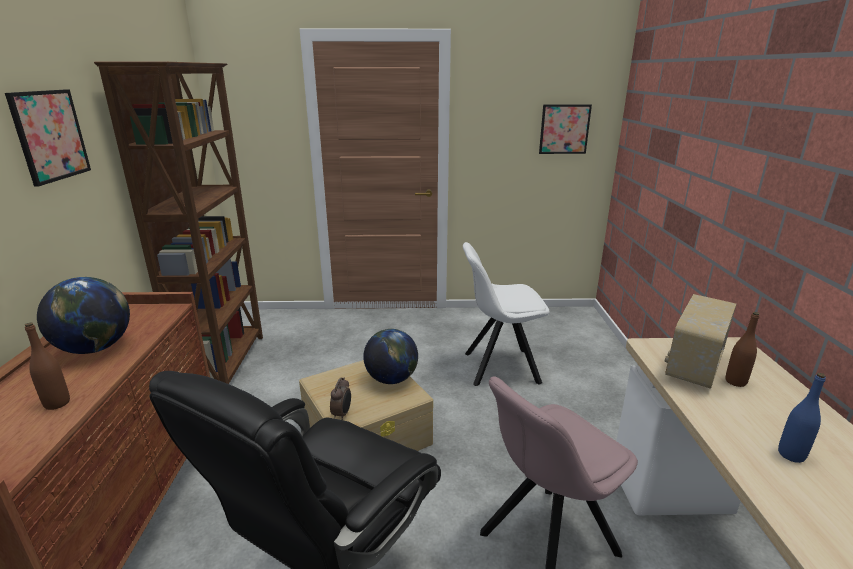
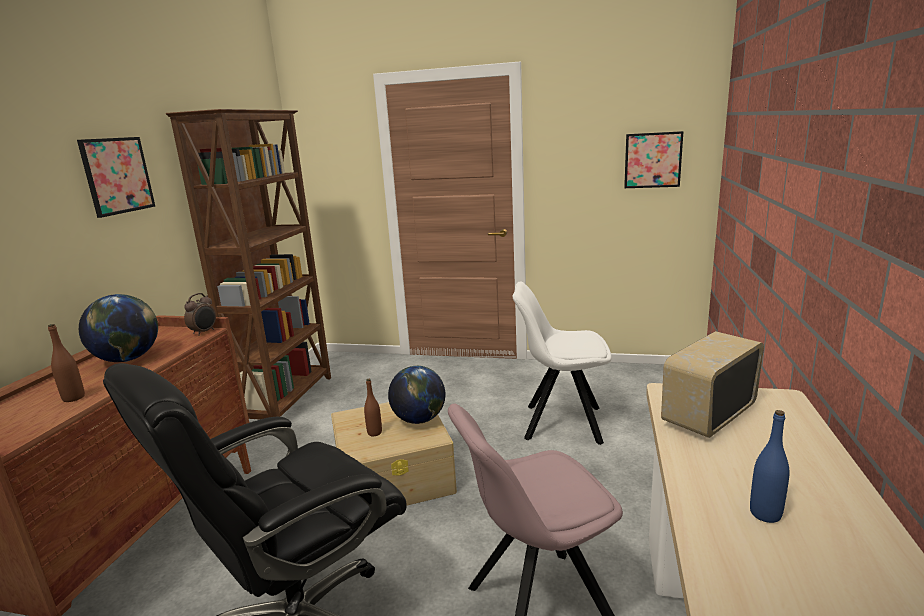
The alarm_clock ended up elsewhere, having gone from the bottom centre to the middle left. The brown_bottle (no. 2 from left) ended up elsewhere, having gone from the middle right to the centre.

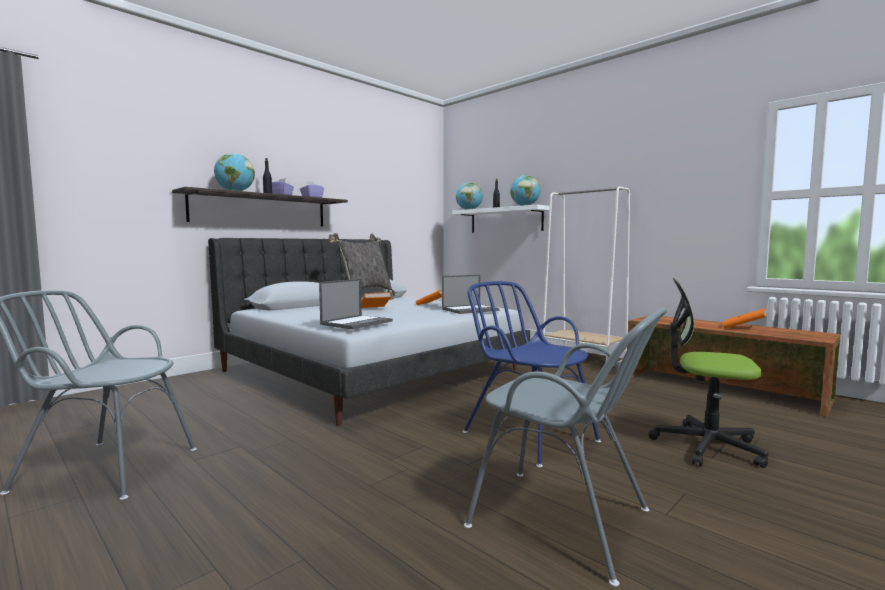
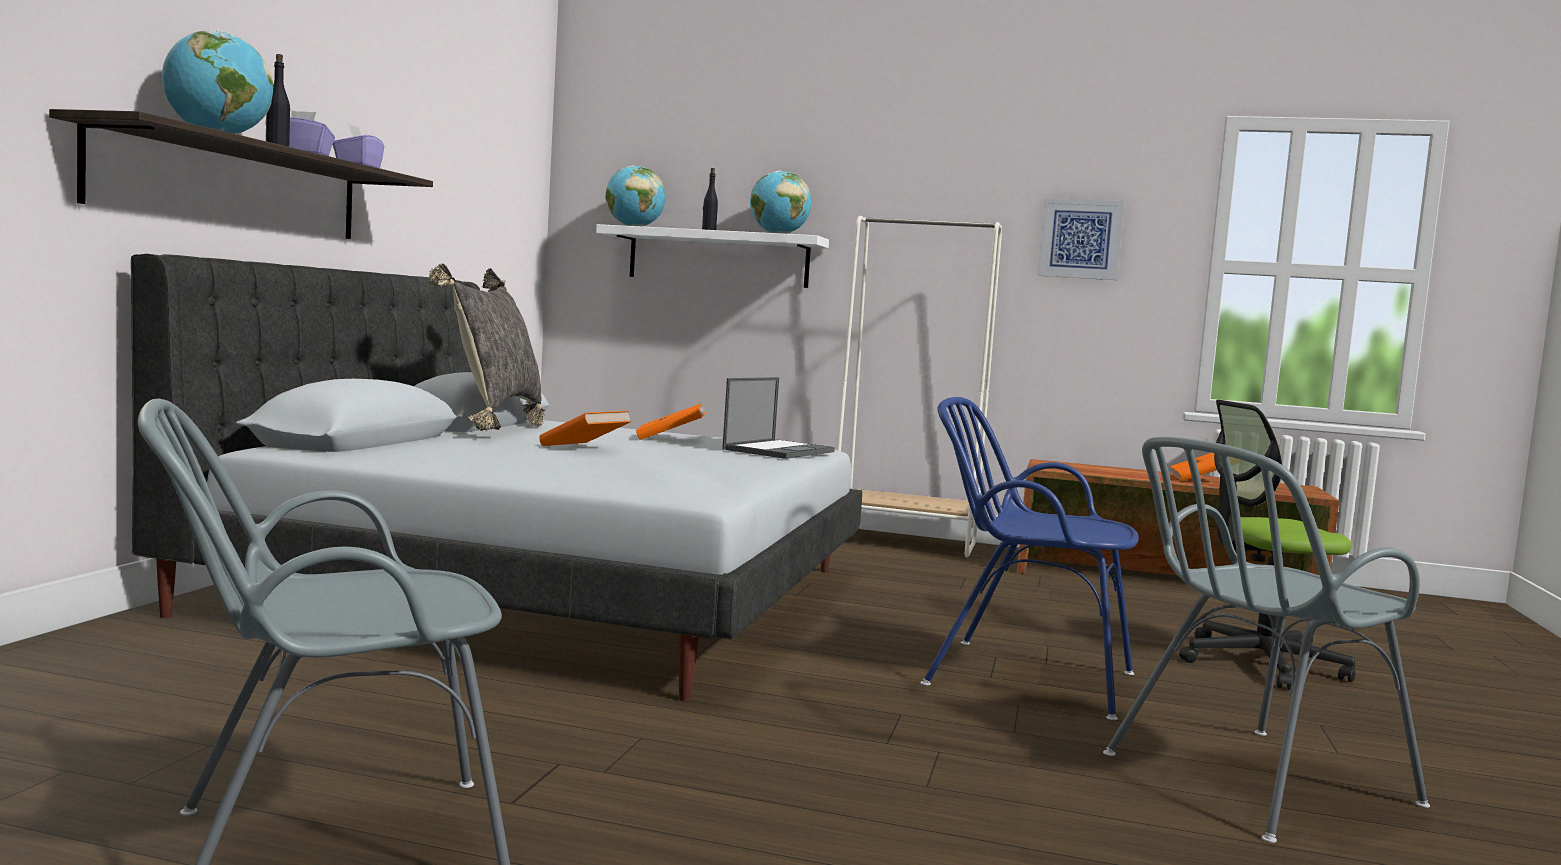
The second view lost the laptop (no. 1 from left) at the centre. The second view gained the picture at the top right. The grey_chair (no. 2 from left) at the bottom centre ended up facing another way, 150 degrees clockwise from before.

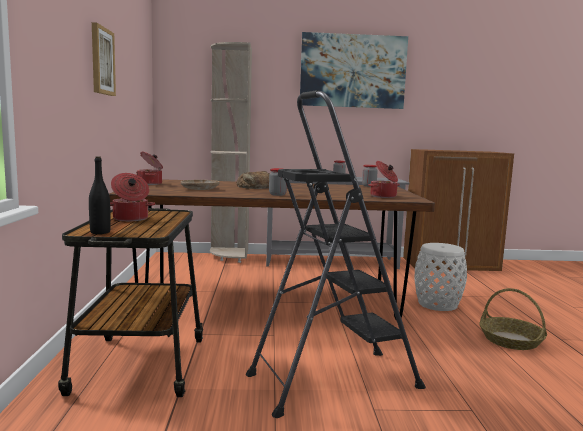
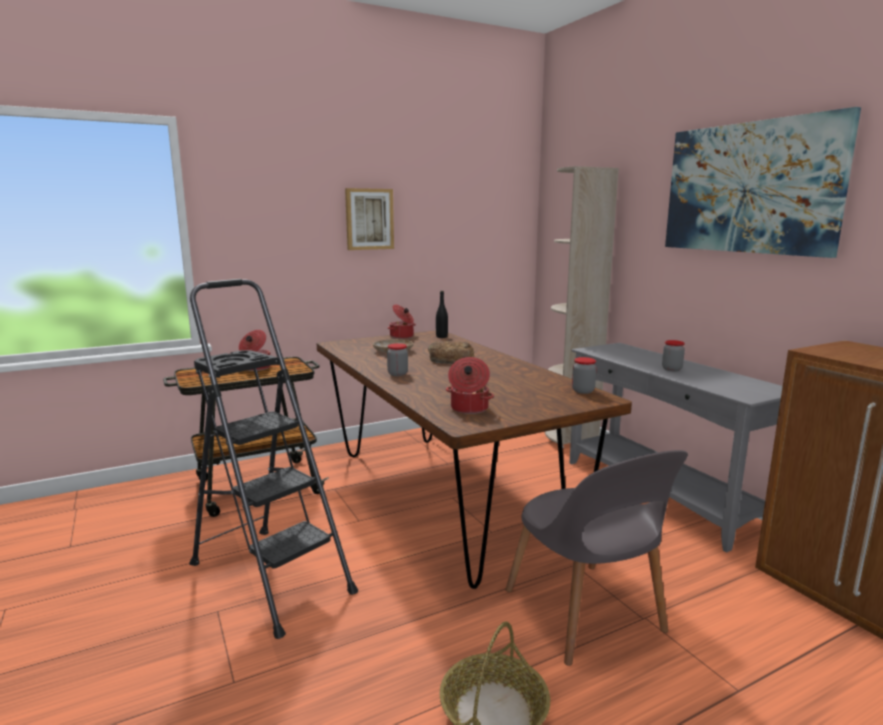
The black_bottle ended up elsewhere, having gone from the middle left to the centre. Where the white_stool stood at the middle right, the grey_chair came to stand at the bottom right.

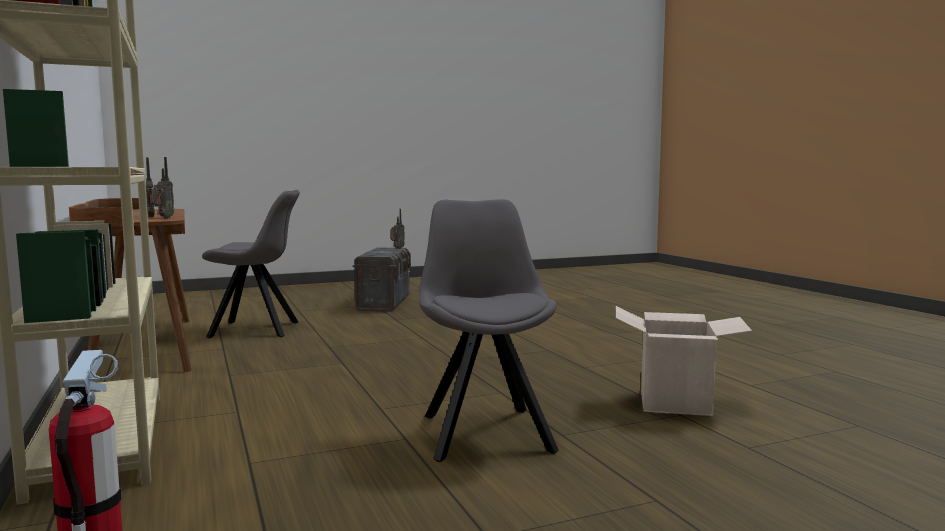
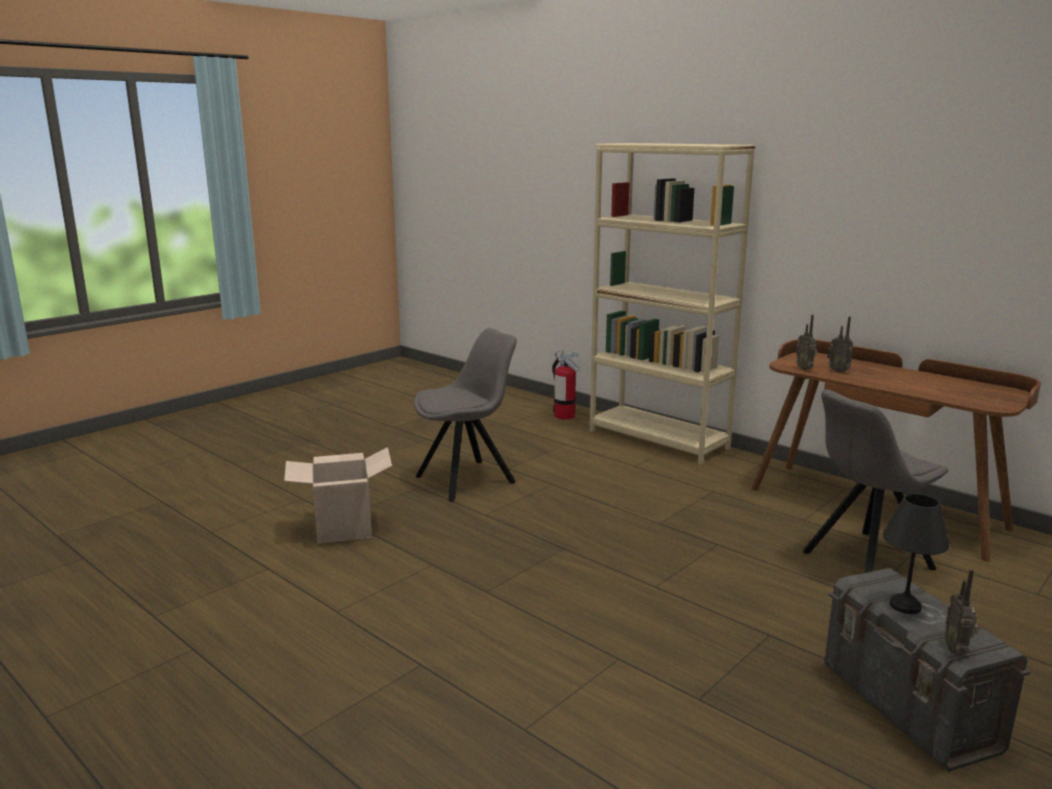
The second view gained the black_table_lamp at the bottom right. The grey_chair (no. 2 from left in the first image) at the centre ended up facing another way, 90 degrees counterclockwise from before.

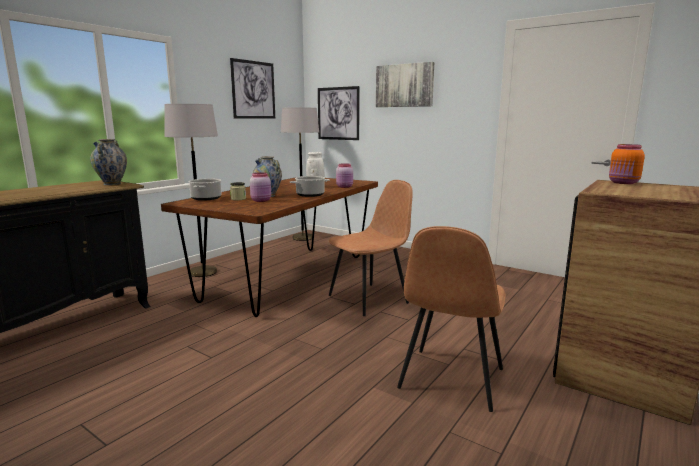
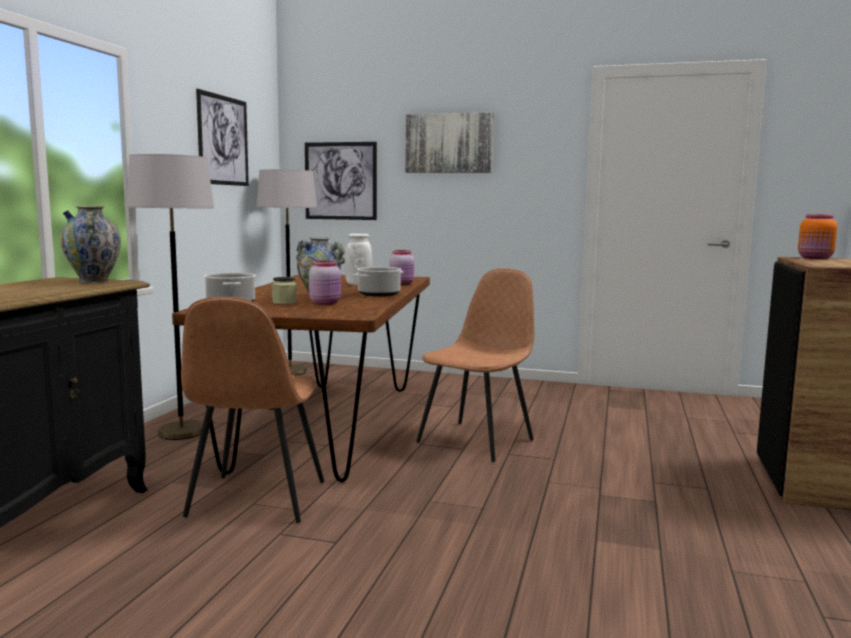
The brown_chair (no. 2 from left in the first image) ended up elsewhere, having gone from the bottom centre to the middle left.

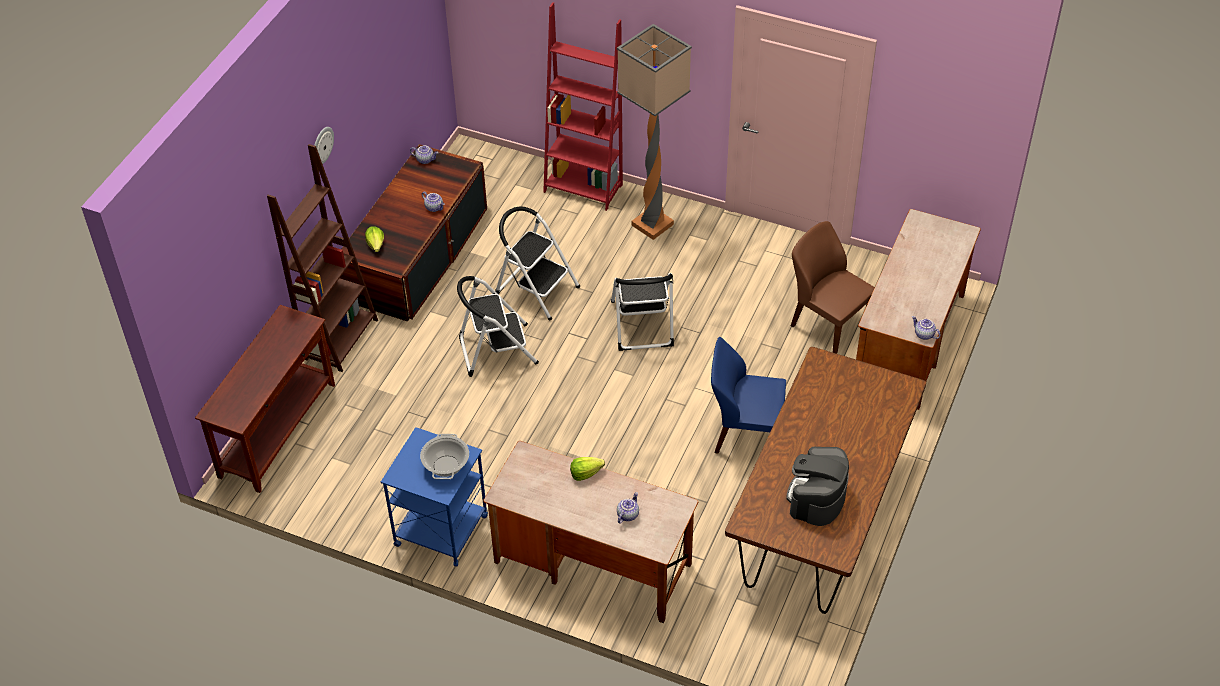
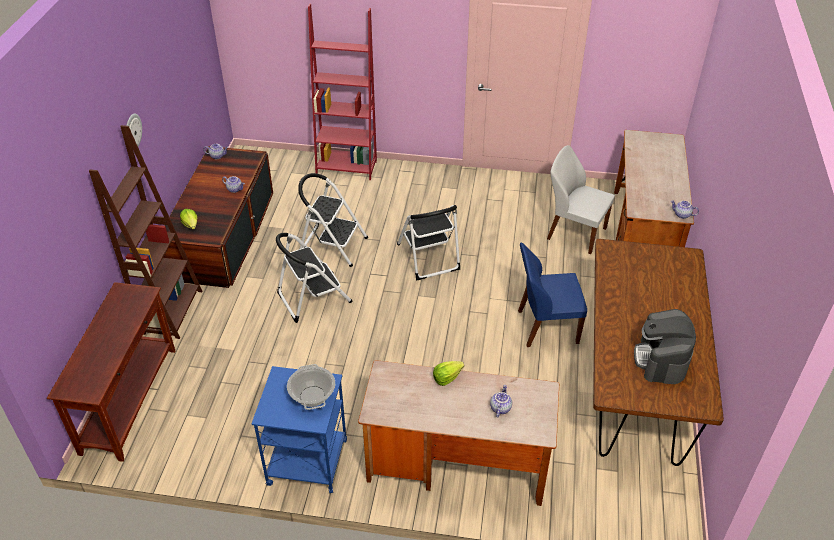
The second view lost the floor_lamp at the top centre. What was the brown_chair at the middle right turned into the white_chair at the middle right.

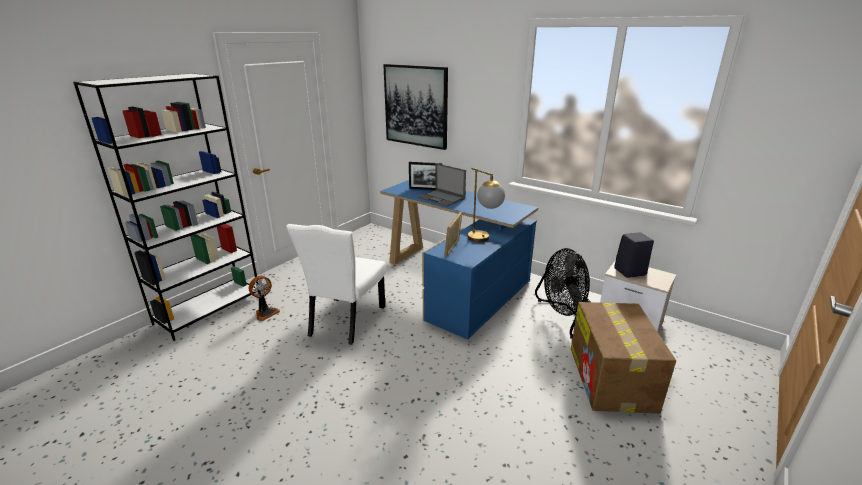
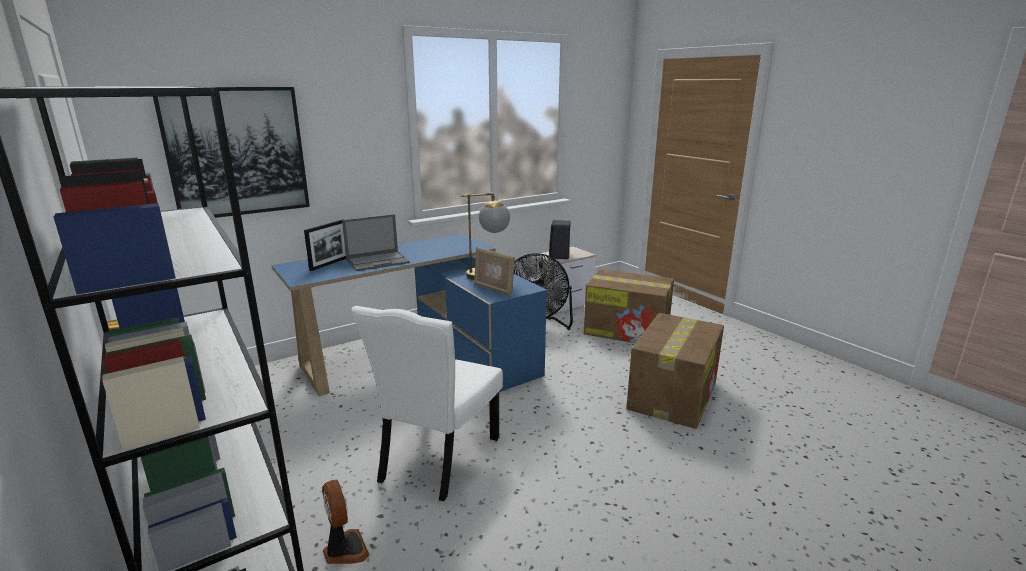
The second view gained the cardboard_box (no. 2 from left) at the centre. The white_chair at the centre ended up facing another way, 75 degrees clockwise from before.

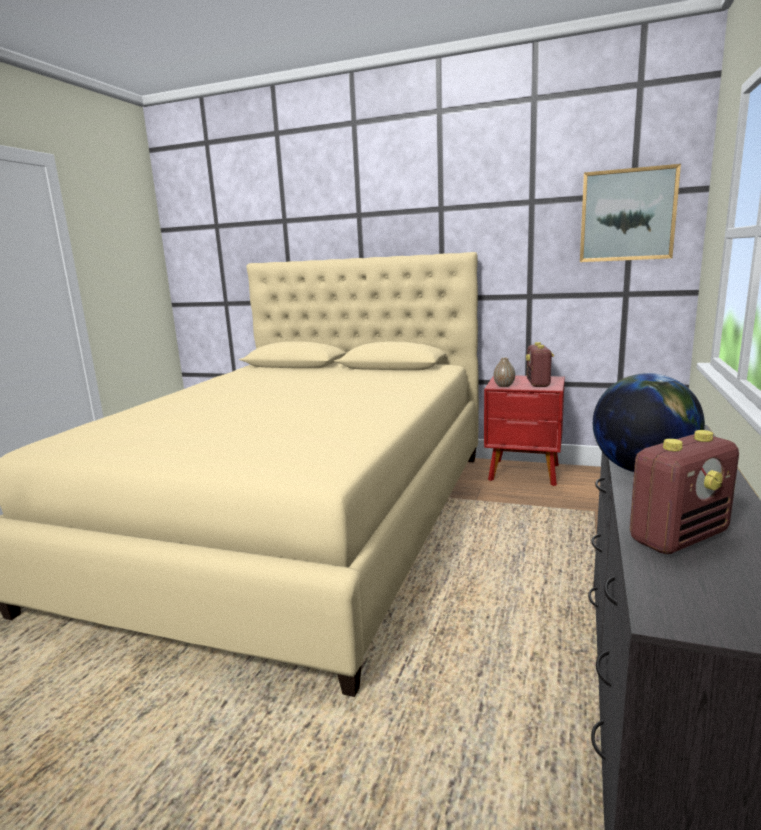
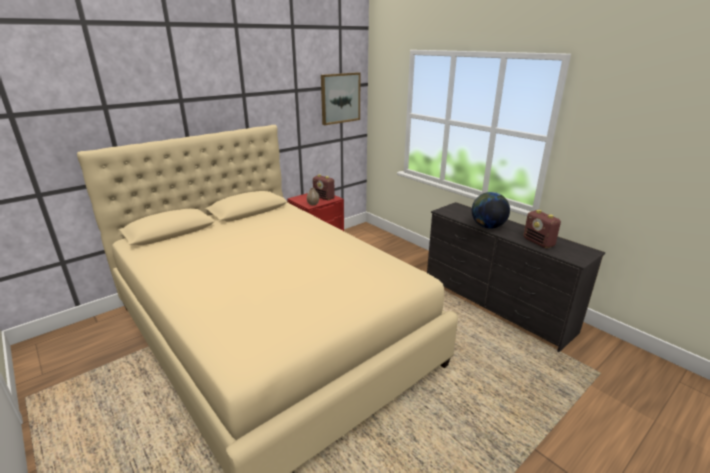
The radio (no. 2 from left) at the middle right ended up facing another way, 150 degrees clockwise from before.

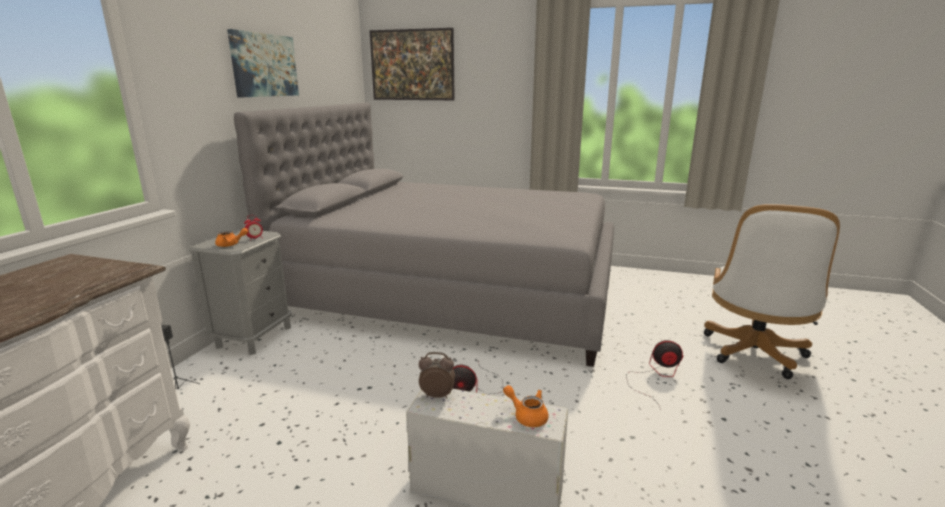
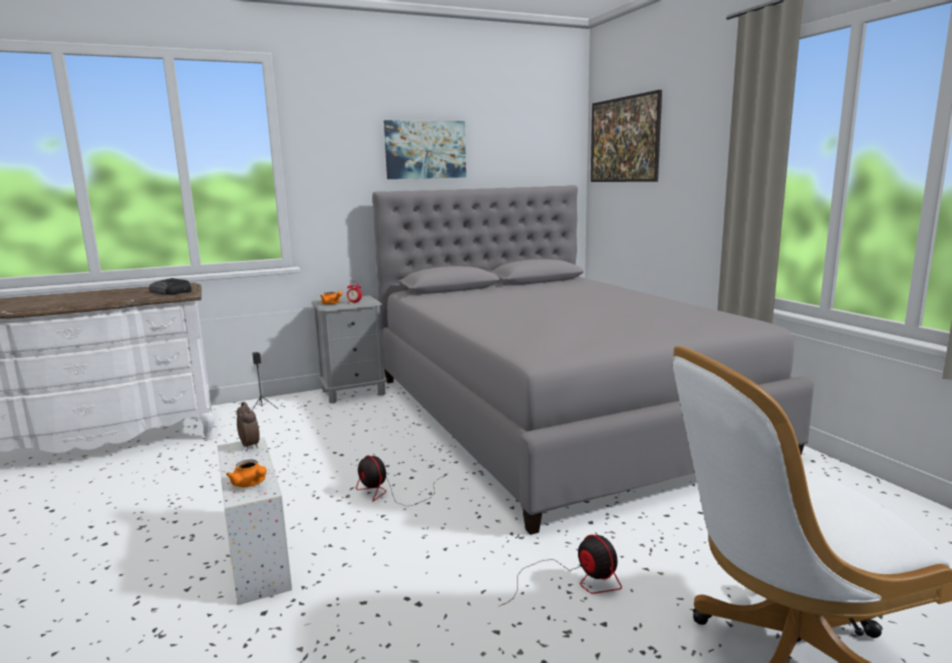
The second view gained the radio at the middle left. The orange_teapot (no. 2 from left in the first image) at the bottom centre ended up facing another way, 135 degrees clockwise from before.

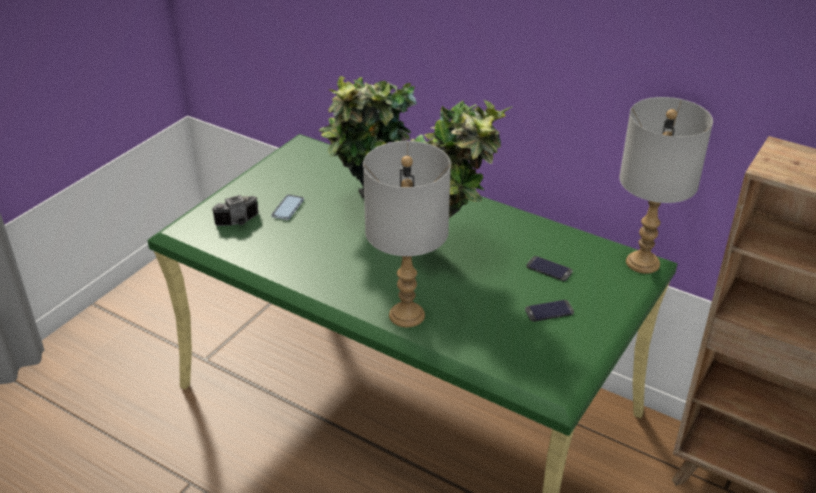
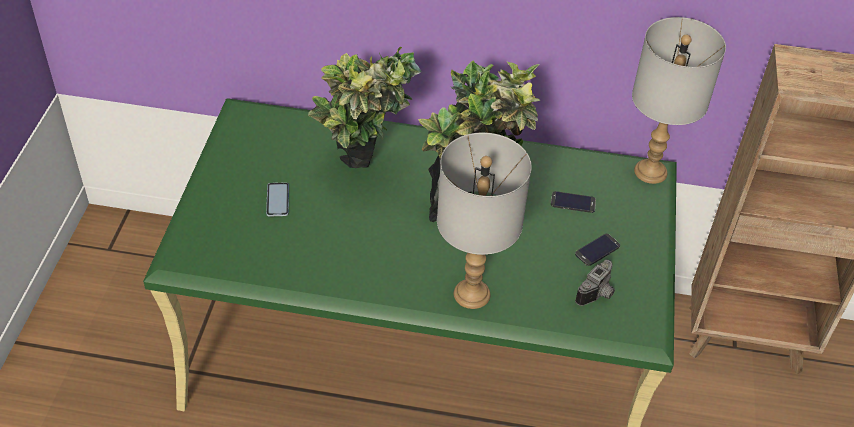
The photo_camera ended up elsewhere, having gone from the middle left to the middle right.

